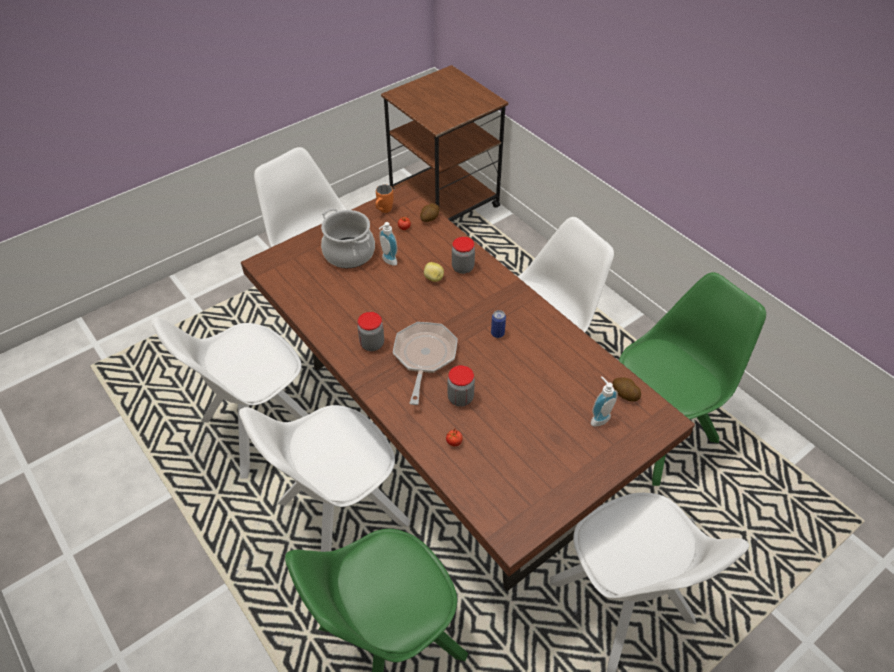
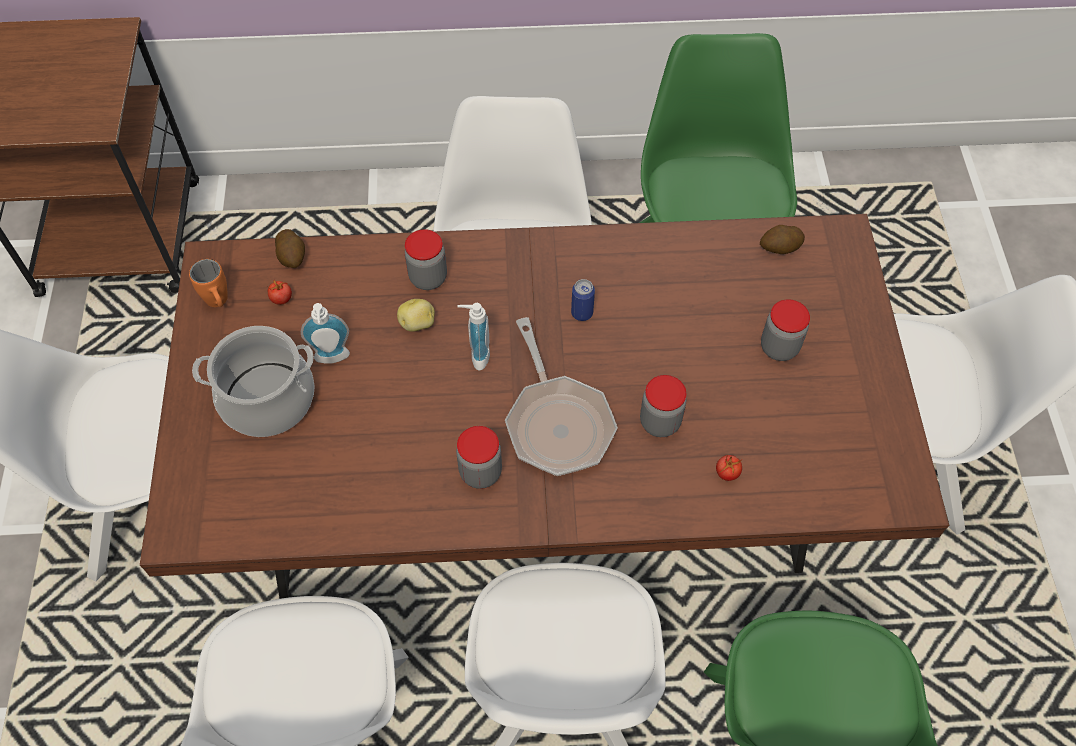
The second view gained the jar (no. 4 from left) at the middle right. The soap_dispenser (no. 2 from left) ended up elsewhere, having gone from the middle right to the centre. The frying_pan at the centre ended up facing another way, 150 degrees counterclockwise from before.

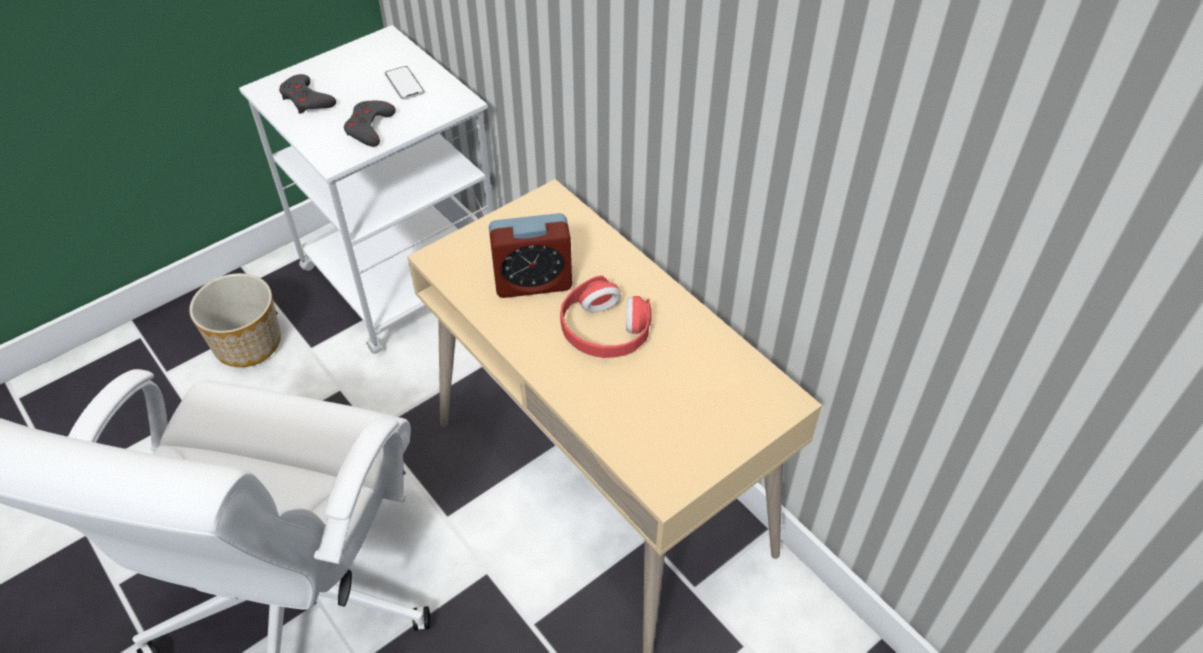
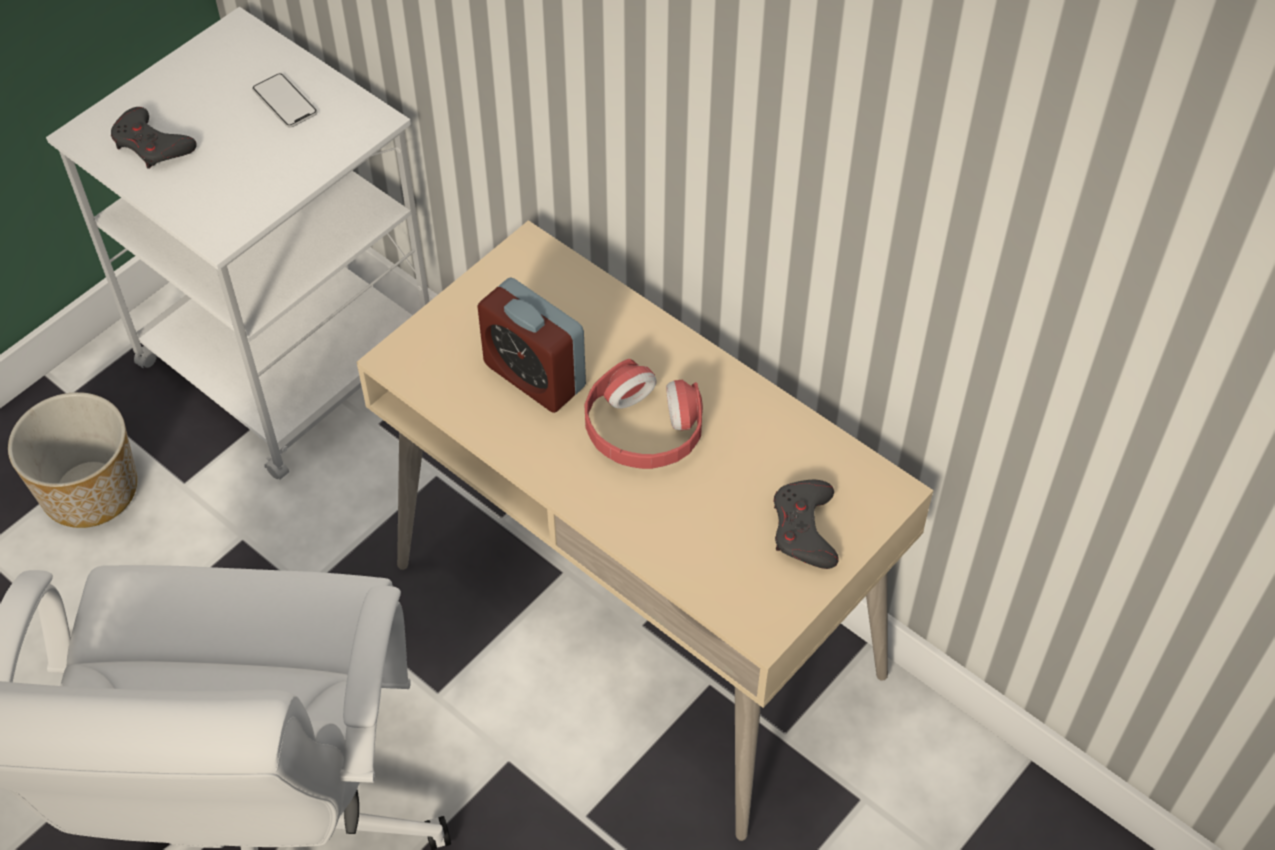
The grey_game_controller (no. 2 from left) ended up elsewhere, having gone from the top left to the centre. The alarm_clock at the centre ended up facing another way, 60 degrees clockwise from before.

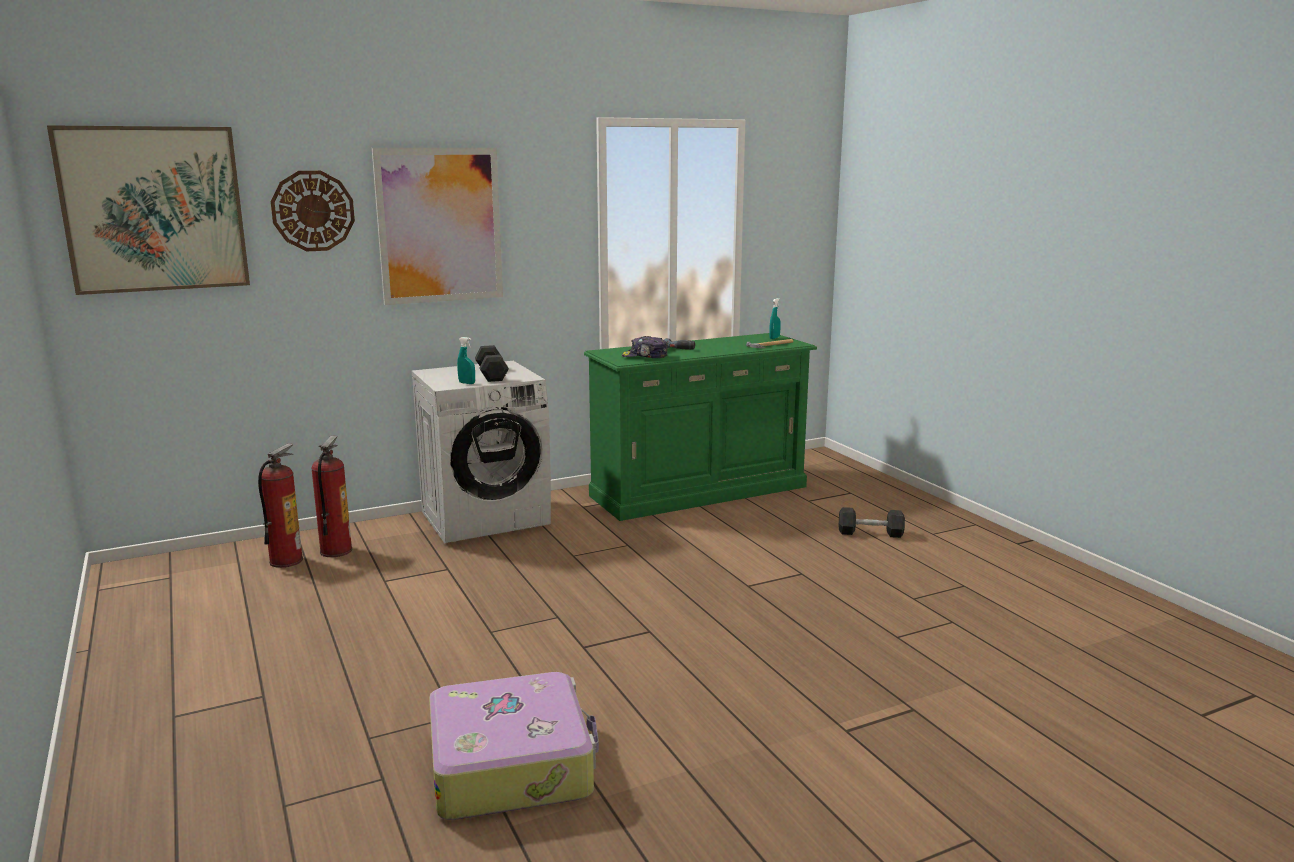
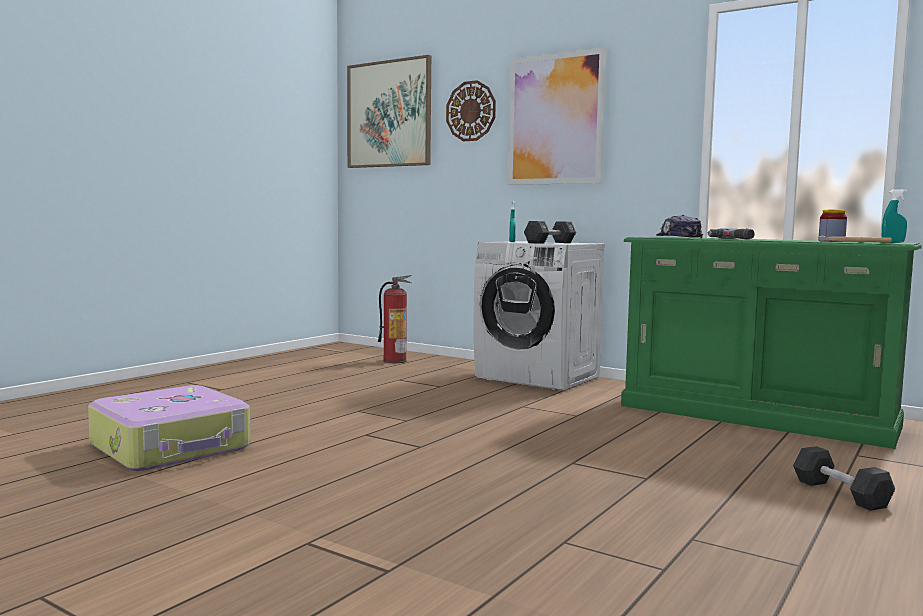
The second view lost the fire_extinguisher (no. 2 from left) at the middle left. The second view gained the jar at the middle right.

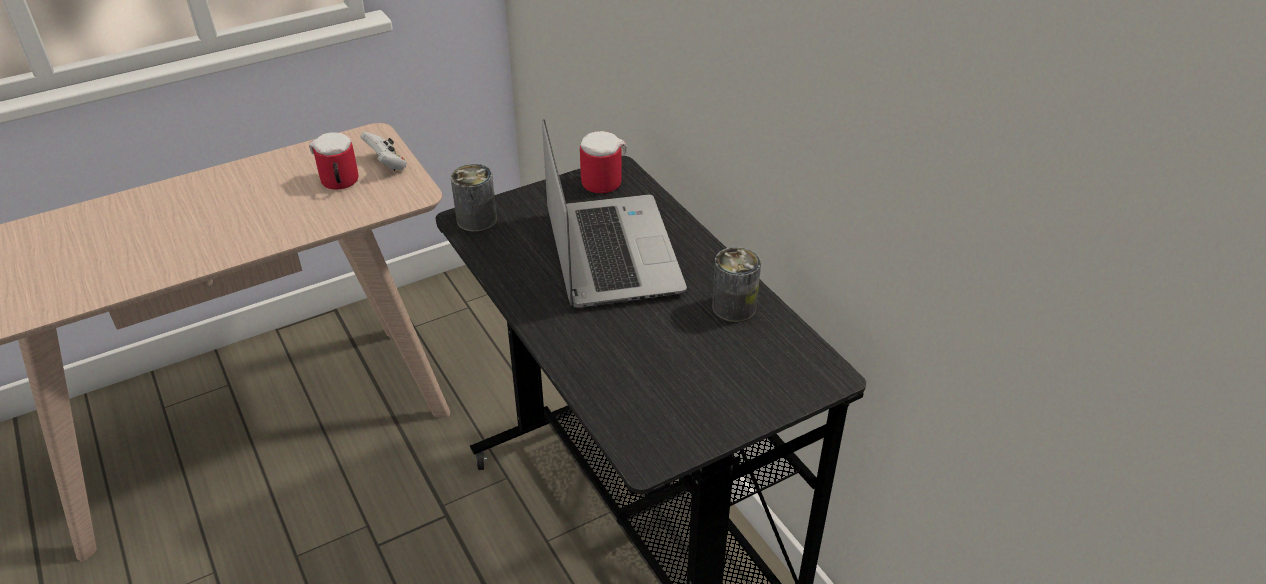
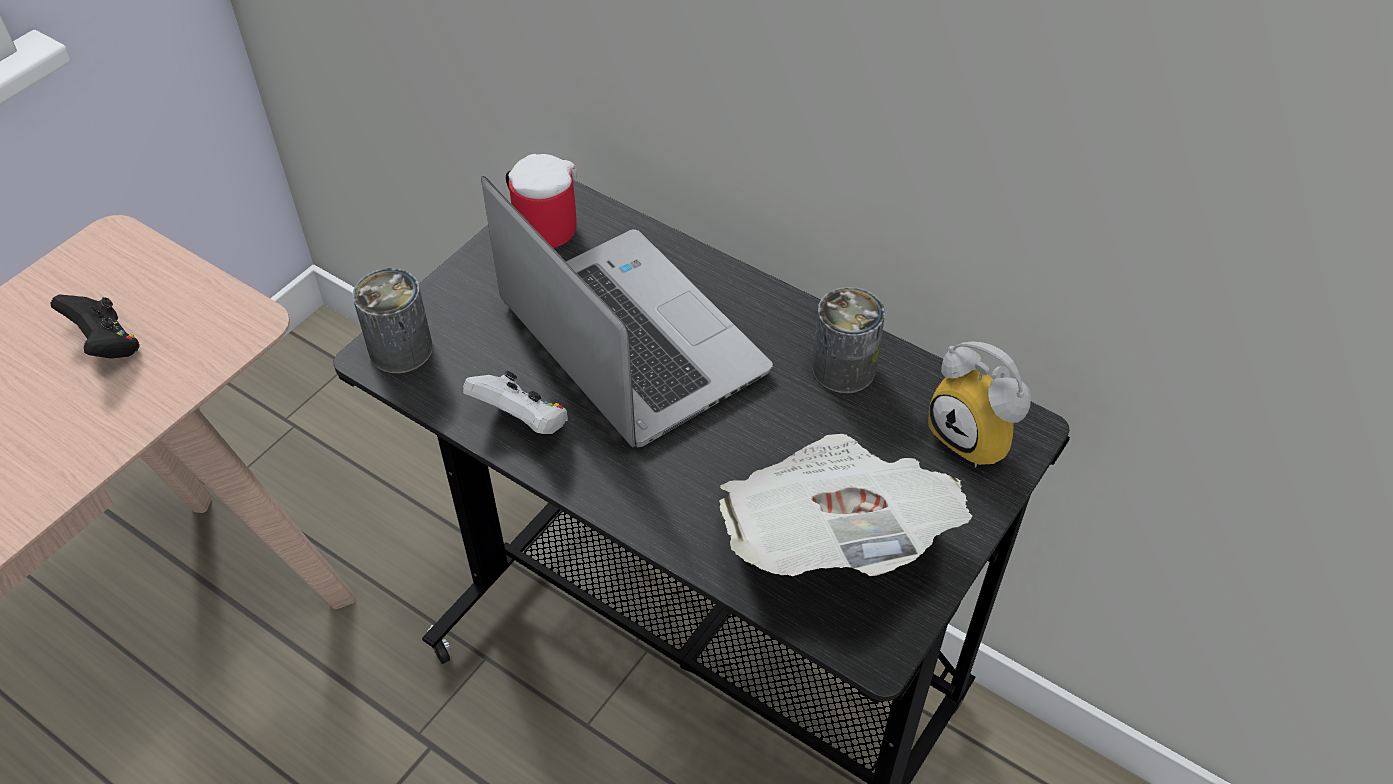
The second view gained the newspaper at the centre. The second view gained the alarm_clock at the middle right. The white_game_controller ended up elsewhere, having gone from the top left to the centre. Where the mug (no. 1 from left) stood at the top left, the black_game_controller came to stand at the middle left.

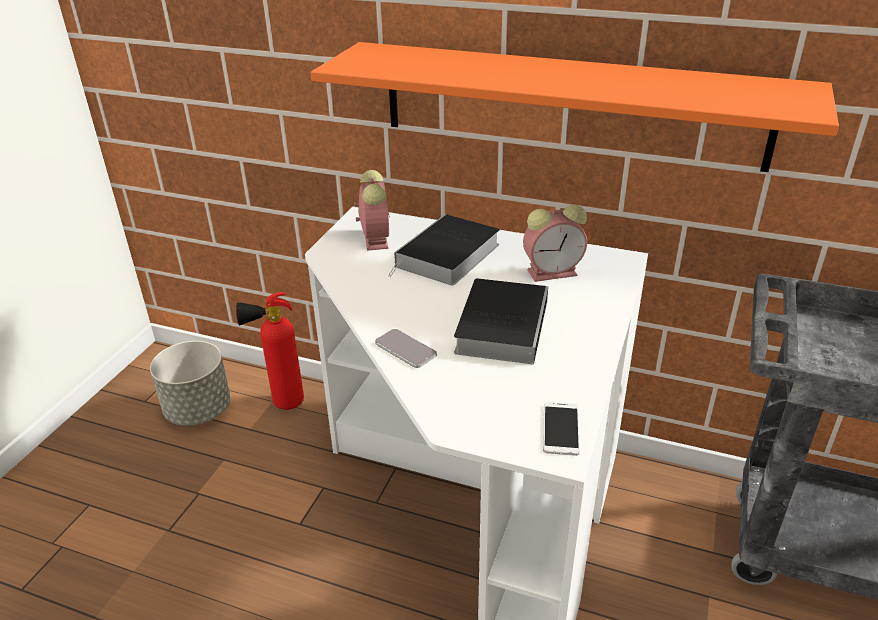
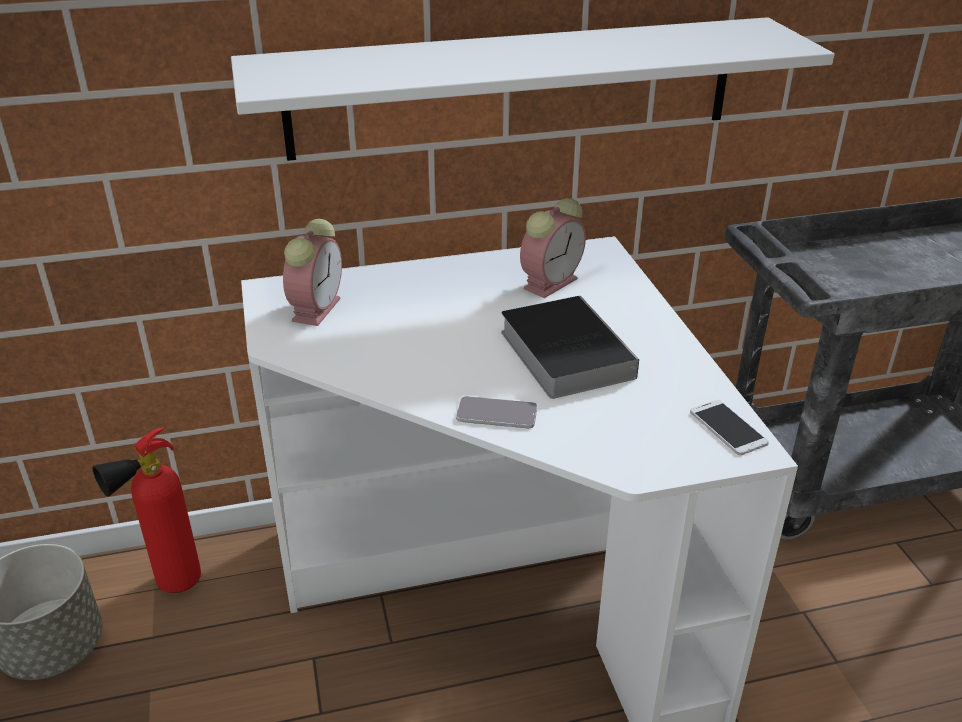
The second view lost the book (no. 1 from left) at the centre. What was the orange_shelf at the top centre turned into the white_shelf at the top centre. The alarm_clock (no. 1 from left) at the centre ended up facing another way, 60 degrees clockwise from before.

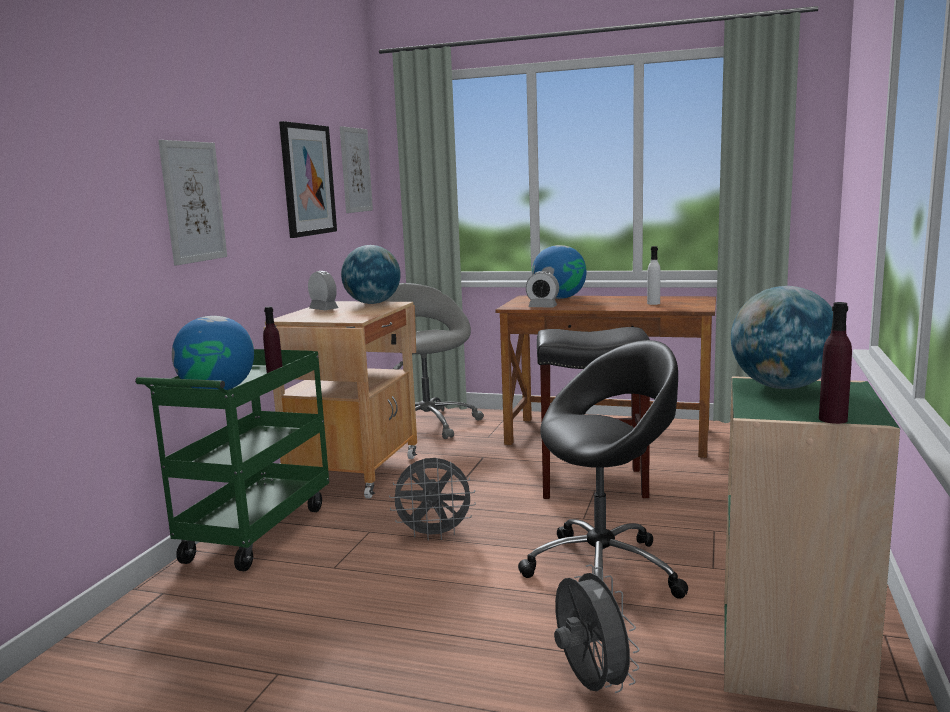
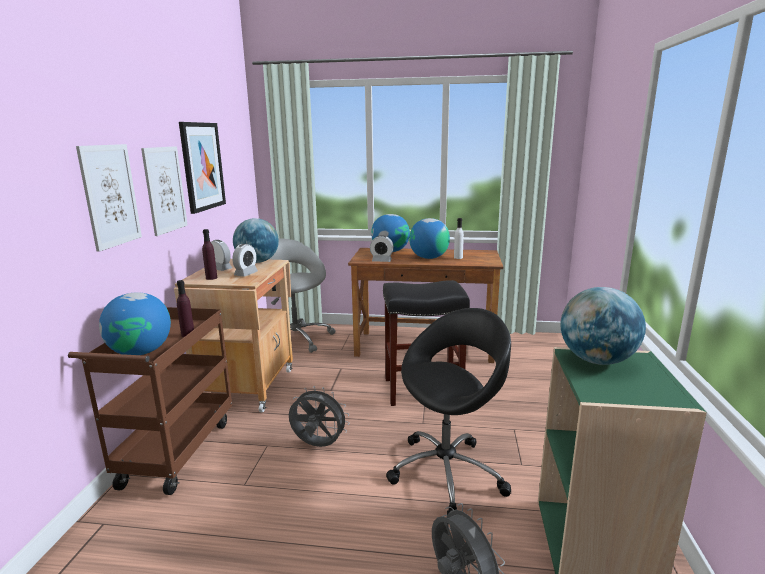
The second view gained the alarm_clock (no. 2 from left) at the middle left. The second view gained the globe (no. 4 from left) at the centre. The picture (no. 3 from left in the first image) ended up elsewhere, having gone from the top centre to the top left. The purple_bottle (no. 2 from left) ended up elsewhere, having gone from the middle right to the middle left. What was the green_cart at the middle left turned into the brown_cart (no. 1 from left) at the bottom left. The grey_fan (no. 1 from left) at the bottom centre ended up facing another way, 150 degrees counterclockwise from before.

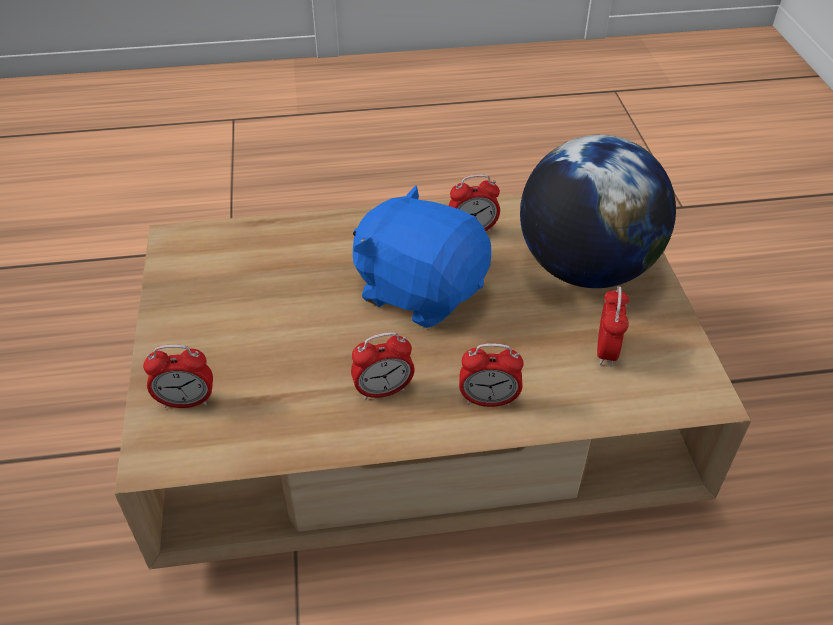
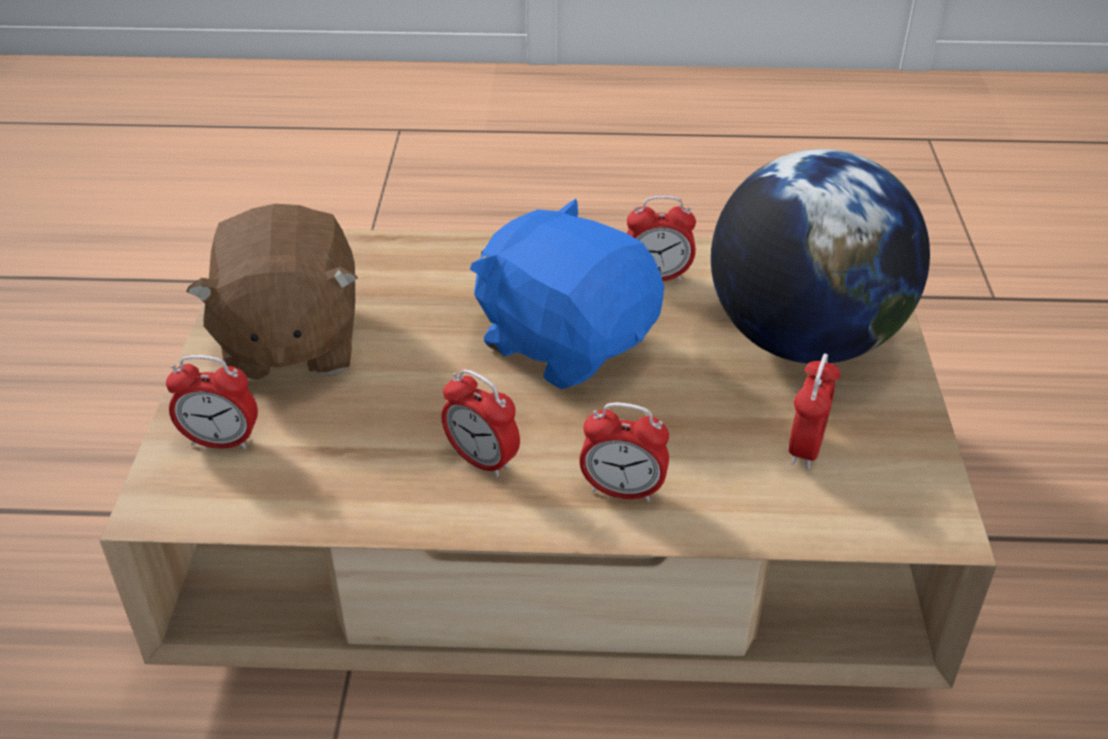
The second view gained the brown_plush_toy at the middle left. The alarm_clock (no. 2 from left) at the centre ended up facing another way, 45 degrees clockwise from before.

